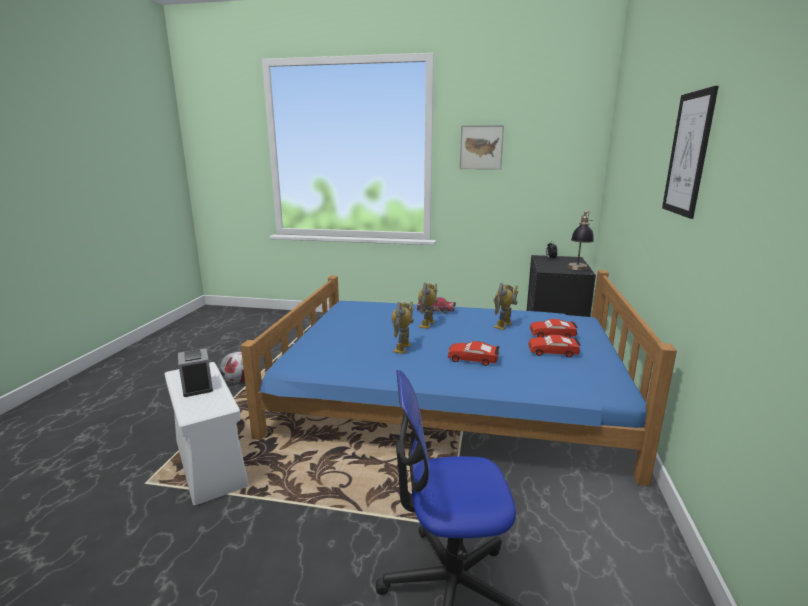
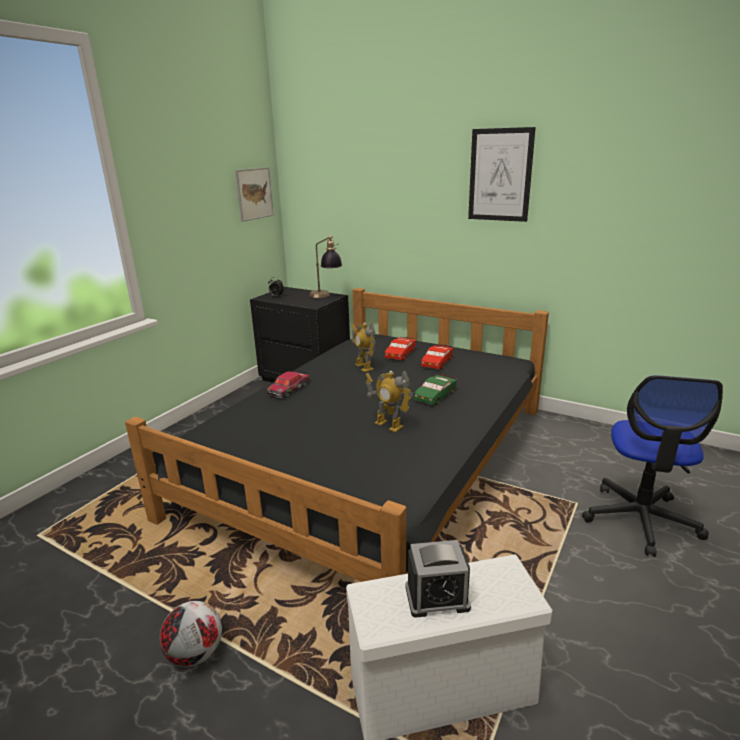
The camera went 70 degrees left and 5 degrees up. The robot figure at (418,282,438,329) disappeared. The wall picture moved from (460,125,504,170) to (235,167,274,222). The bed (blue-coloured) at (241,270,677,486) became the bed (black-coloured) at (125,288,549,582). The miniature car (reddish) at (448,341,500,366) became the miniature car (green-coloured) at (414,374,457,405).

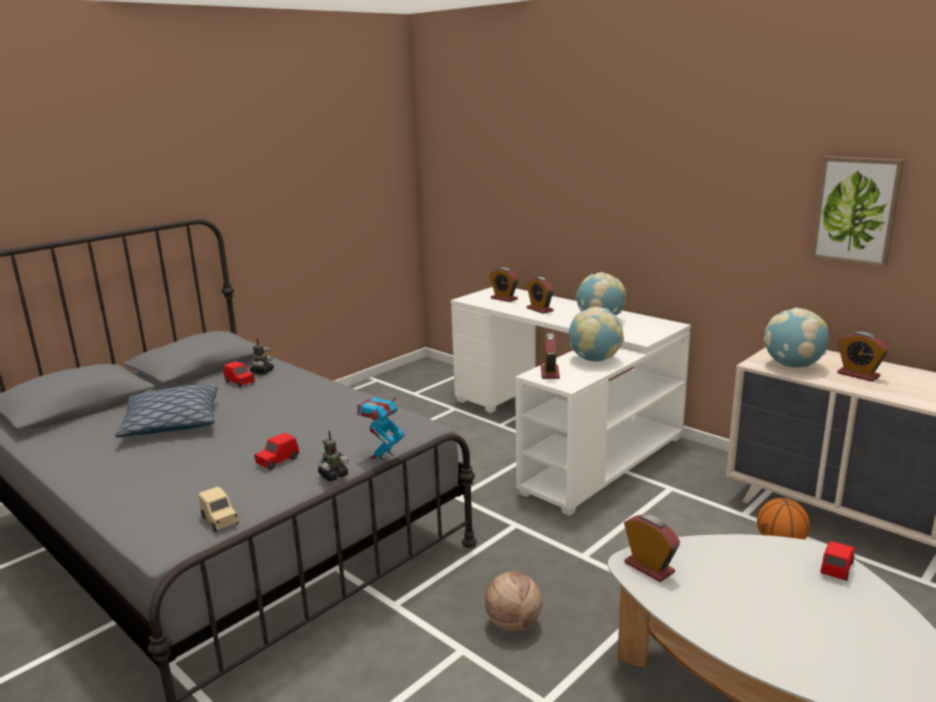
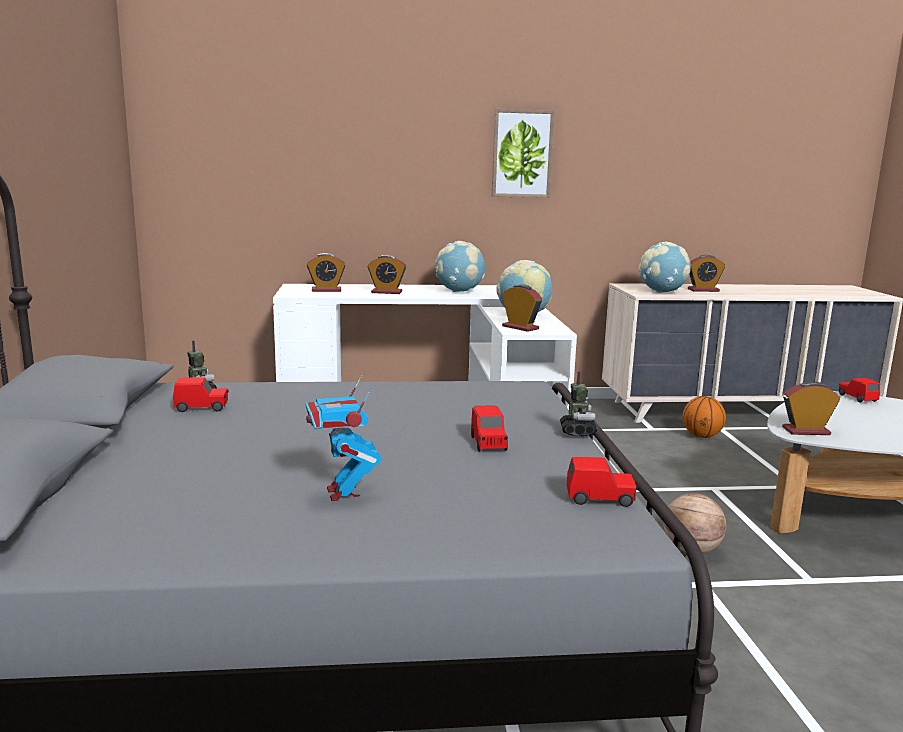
The camera went 50 degrees left and 5 degrees down. The pillow at (115,385,218,437) disappeared. The robot figure moved from (357,390,404,461) to (305,375,381,501). The wall picture moved from (811,156,904,267) to (492,109,554,198). The miniature car (beige-coloured) at (198,487,239,532) became the miniature car (reddish) at (567,457,638,507).

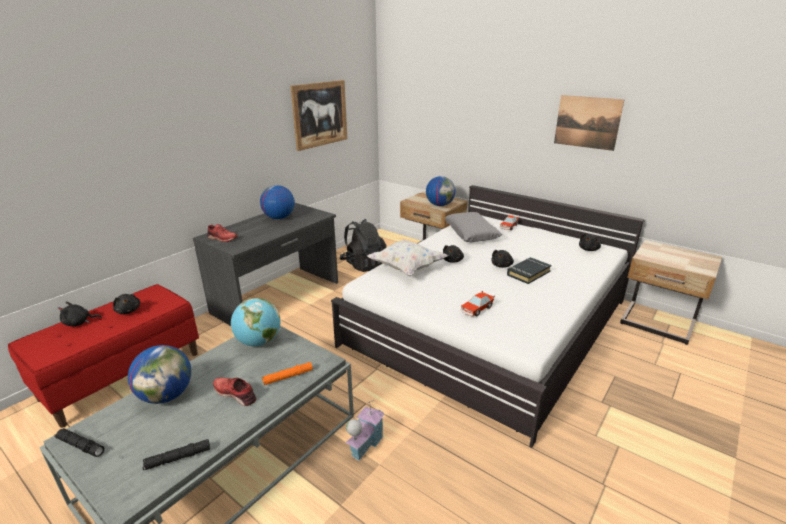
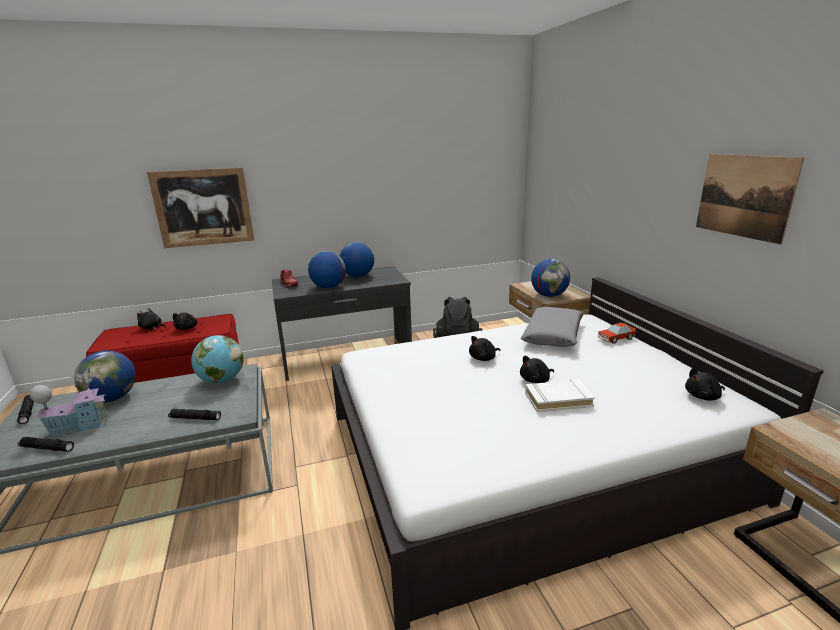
The camera went 35 degrees right and 5 degrees down. The low shoe (reddish) at (213,377,256,406) disappeared. The pillow (whitish) at (367,239,448,276) disappeared. The miniature car at (461,291,495,317) disappeared. The globe at (308,251,346,288) appeared. The wall picture moved from (290,80,347,151) to (147,167,254,248). The toy house moved from (346,400,384,461) to (30,376,111,437). The flashlight (orange-coloured) at (262,362,313,385) became the flashlight (black-coloured) at (168,409,221,420). The book (black-coloured) at (507,257,552,284) became the book (whitish) at (525,380,595,412).

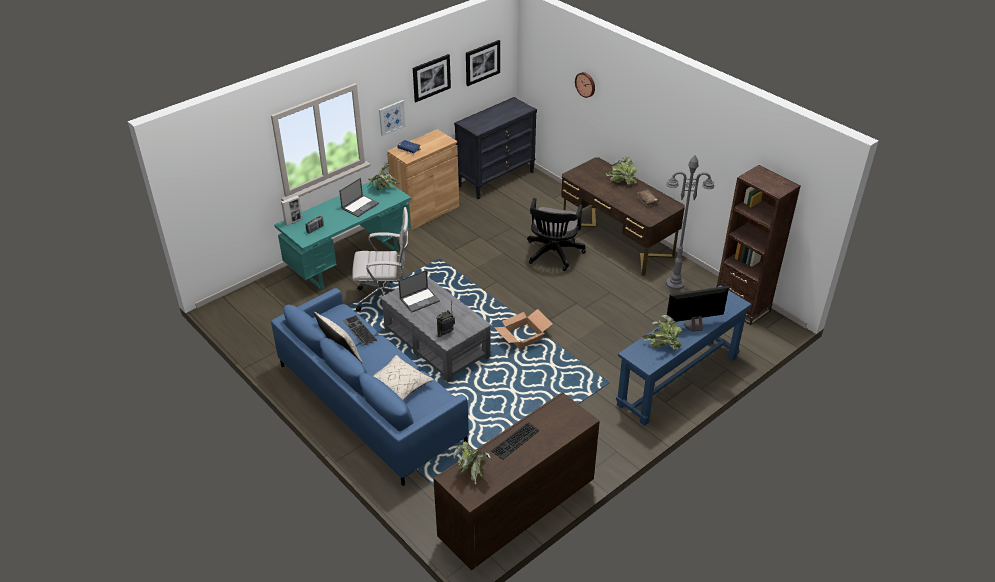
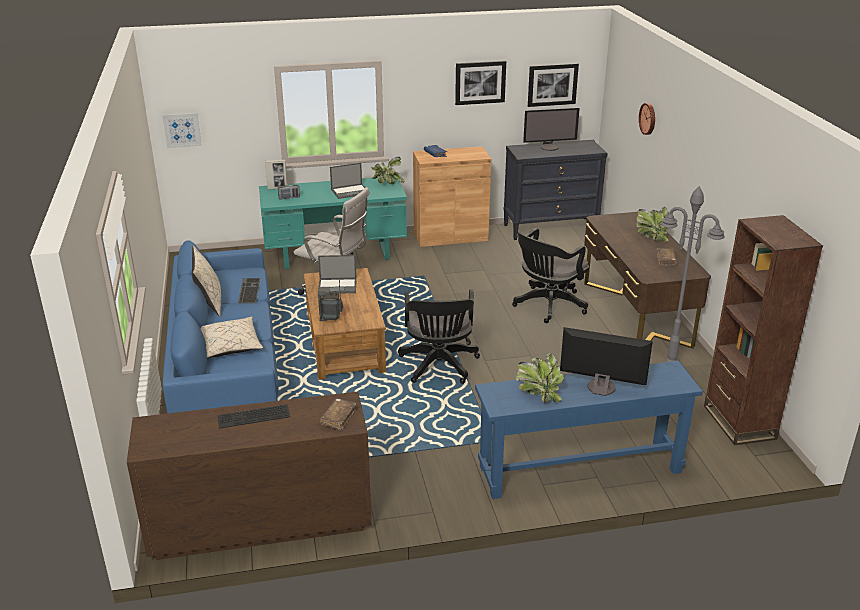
The camera went 30 degrees right and 10 degrees down. The plant in a pot at (453,442,492,485) disappeared. The book (brown-coloured) at (319,398,357,431) appeared. The monitor at (523,108,580,151) appeared. The wall picture moved from (379,100,406,136) to (162,113,202,148). The cardboard box at (494,309,553,349) was replaced by the office chair (black-coloured) at (398,289,480,384). The lounge table (gray) at (380,276,492,382) became the lounge table (brown-coloured) at (304,268,386,380).

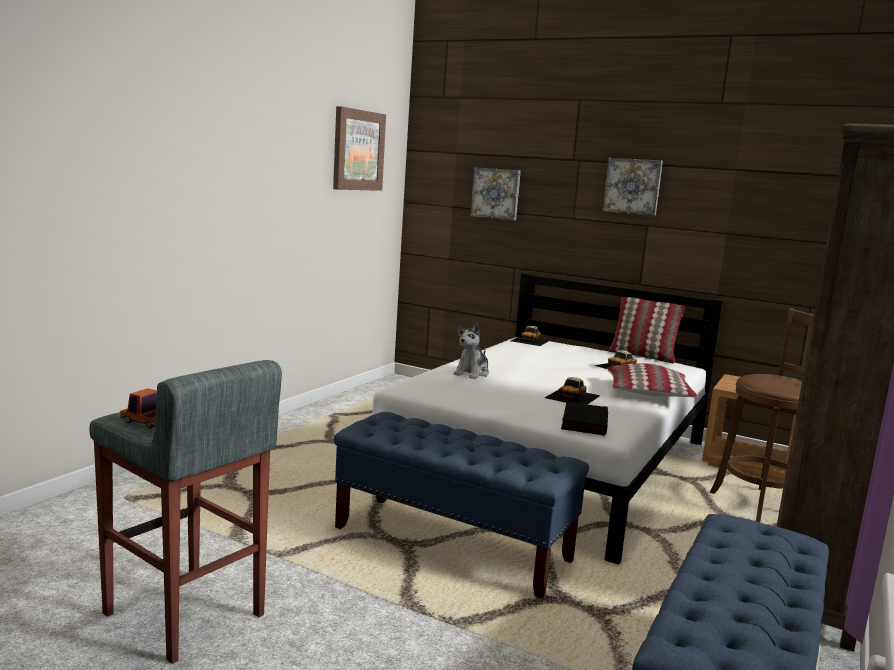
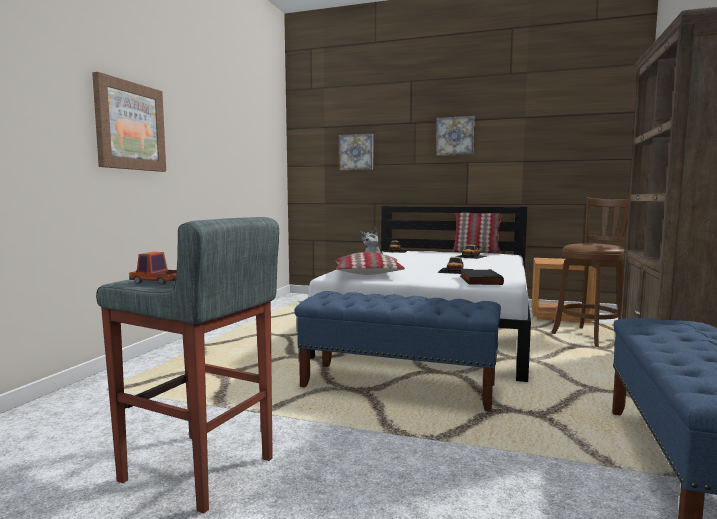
The camera went 10 degrees left and 5 degrees down. The wall picture moved from (333,106,386,191) to (92,72,166,172). The pillow moved from (607,363,698,397) to (336,252,405,275).

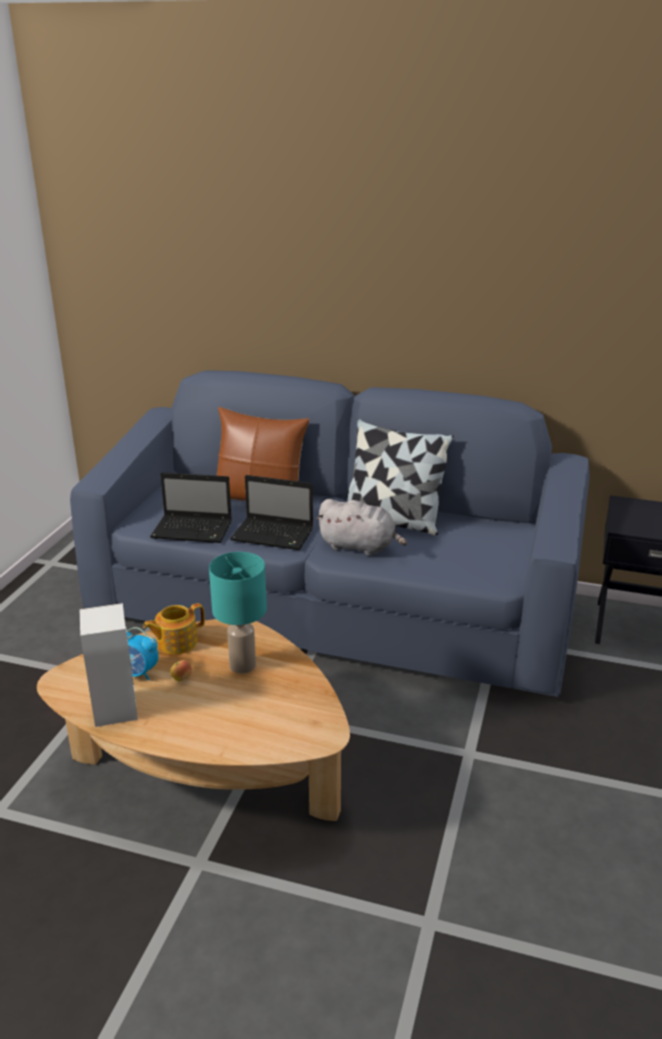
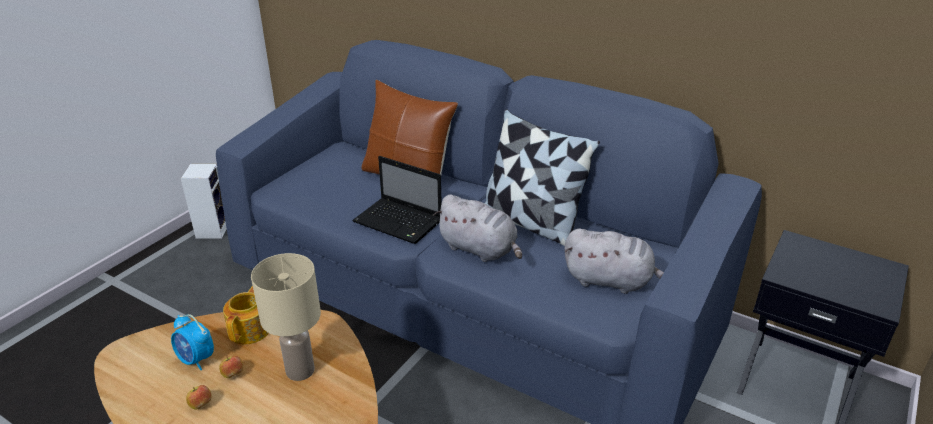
The camera went 15 degrees right and 5 degrees up. The notebook computer at (150,472,232,543) disappeared. The whole apple at (186,385,212,410) appeared. The soft toy (gray) at (564,229,664,294) appeared. The loudspeaker moved from (80,603,138,727) to (181,164,227,239). The lamp for a table (blue-green) at (209,552,267,674) became the lamp for a table (beige-coloured) at (251,253,321,381). The pot for tea at (143,603,205,654) turned 120 degrees clockwise.

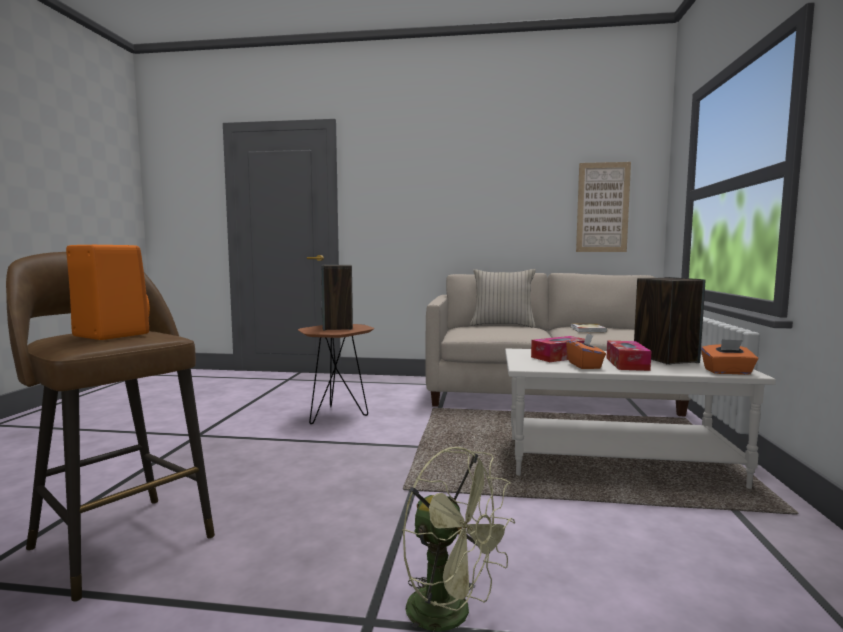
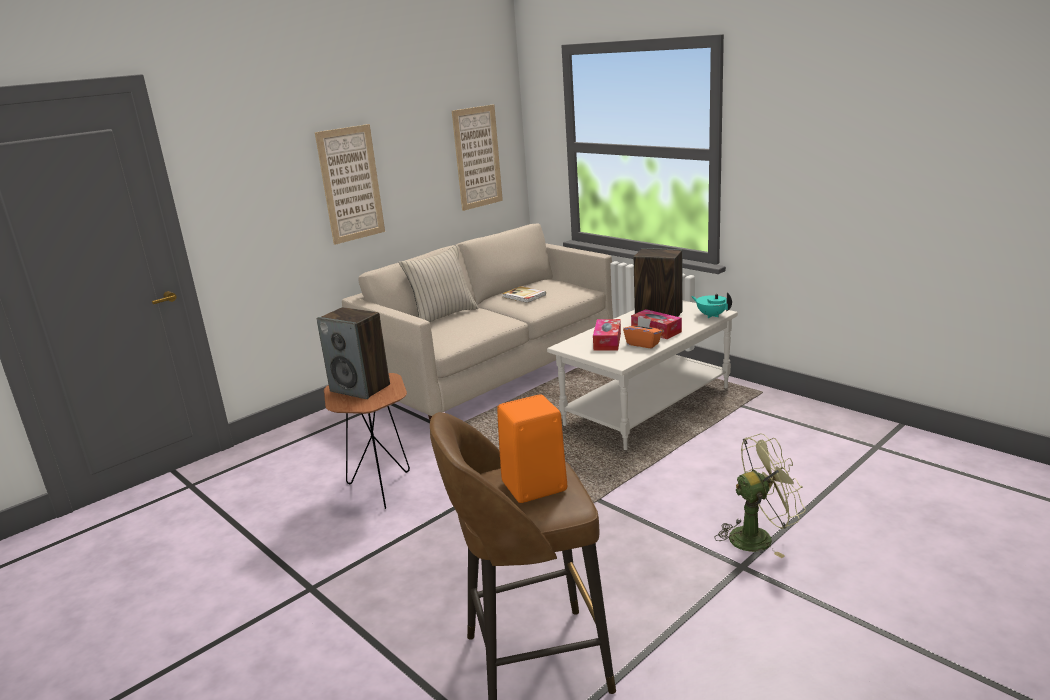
The camera went 50 degrees left and 15 degrees up. The wall picture at (315,124,385,245) appeared. The tissue box (orange-coloured) at (701,339,758,375) was replaced by the pot for tea (blue-green) at (691,292,732,318).

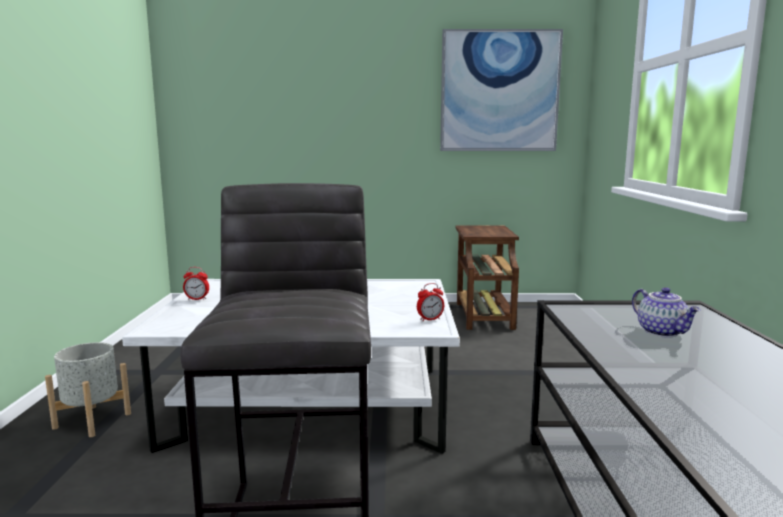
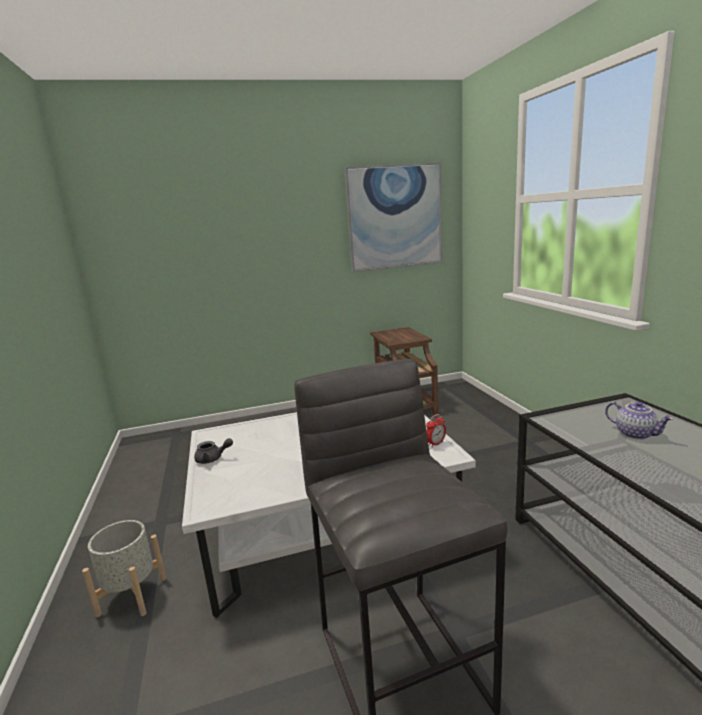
The camera went 15 degrees left and 5 degrees up. The table clock at (183,267,209,300) was replaced by the pot for tea (gray) at (194,438,233,464).

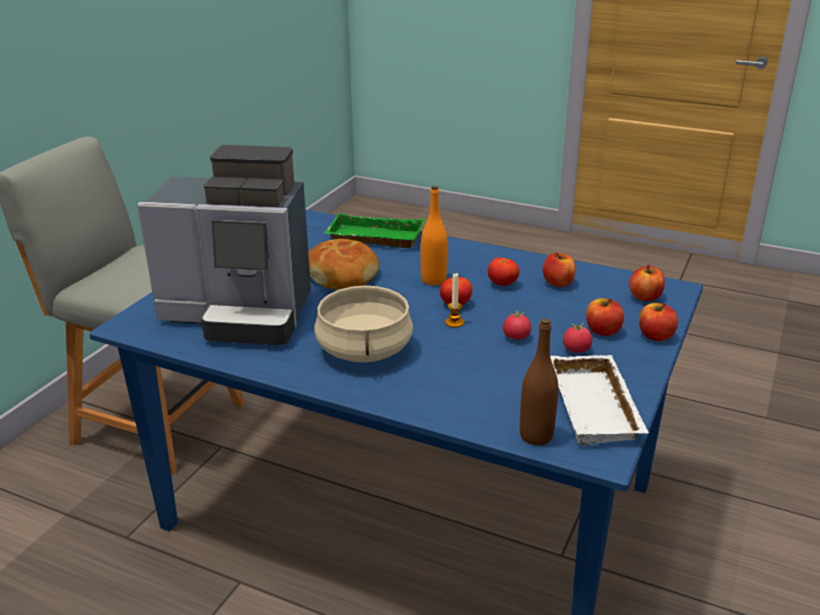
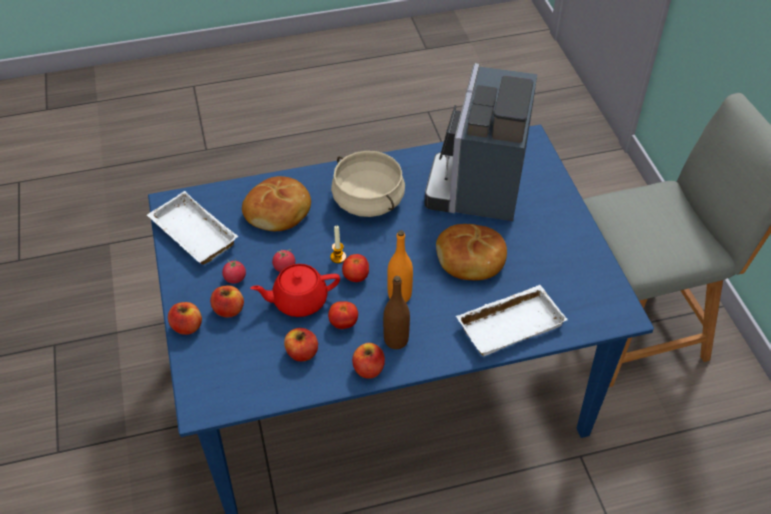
The camera went 140 degrees right and 20 degrees up. The baked bread at (242,176,311,231) appeared. The pot for tea (reddish) at (250,264,340,317) appeared. The bottle (brown-coloured) moved from (520,318,558,445) to (383,276,410,349). The whole apple moved from (629,265,665,301) to (352,343,385,379). The tray (green-coloured) at (324,213,425,248) became the tray (whitish) at (456,285,568,356). The coffee machine at (137,145,311,345) turned 45 degrees counterclockwise.

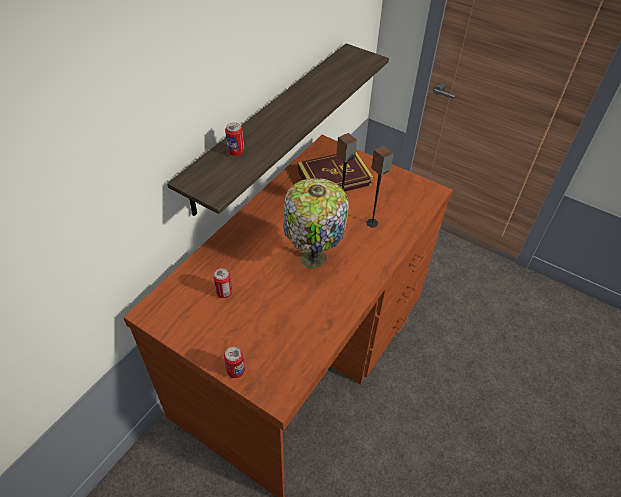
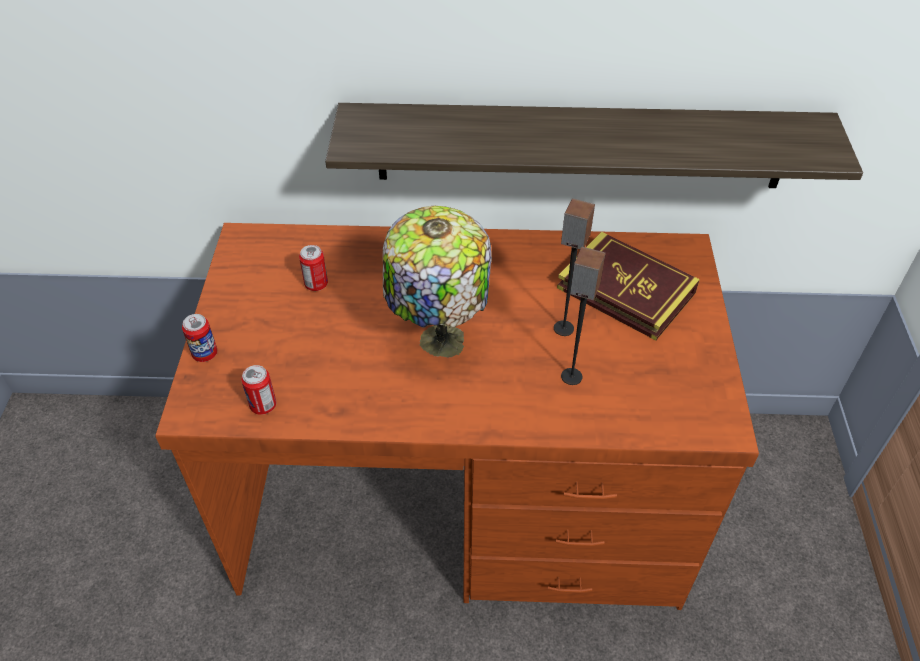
The camera went 60 degrees right and 0 degrees up. The metal can moved from (225,122,244,156) to (241,365,276,415).

